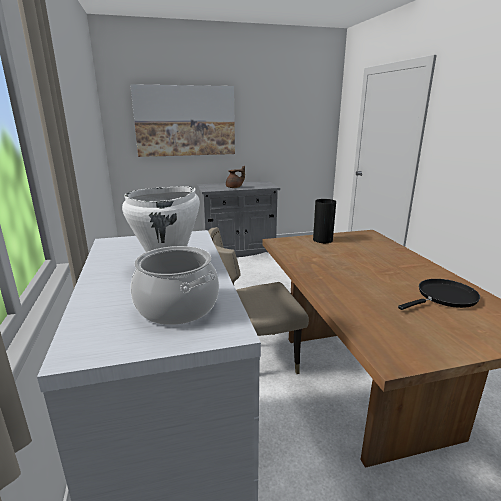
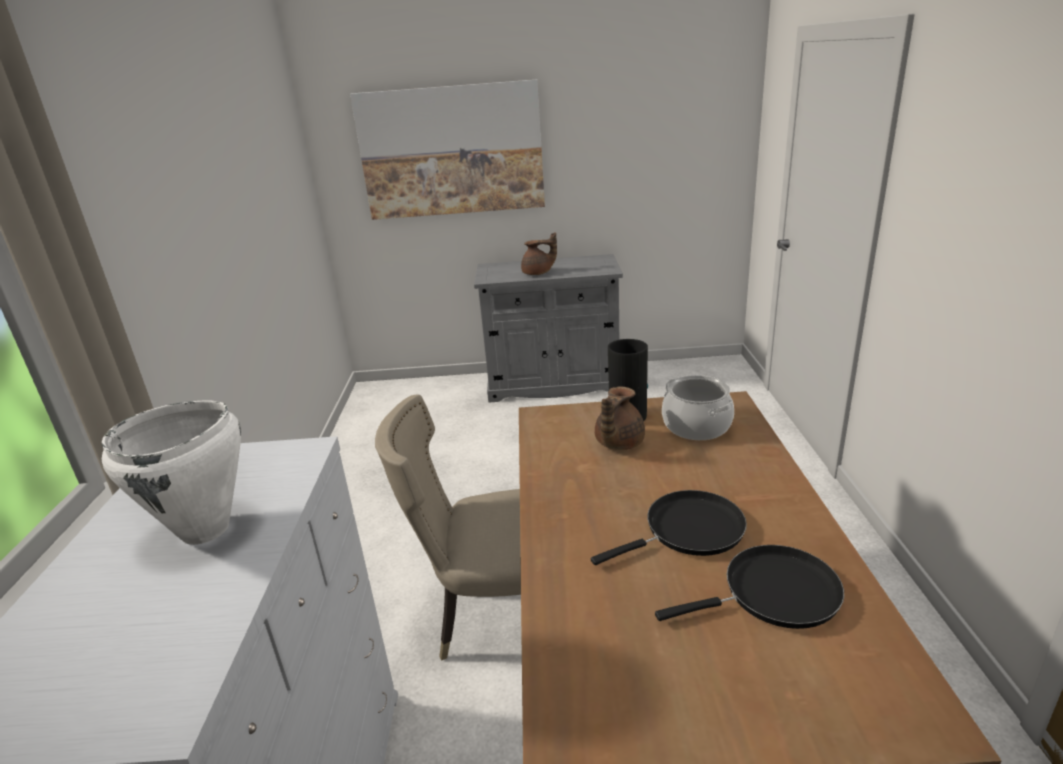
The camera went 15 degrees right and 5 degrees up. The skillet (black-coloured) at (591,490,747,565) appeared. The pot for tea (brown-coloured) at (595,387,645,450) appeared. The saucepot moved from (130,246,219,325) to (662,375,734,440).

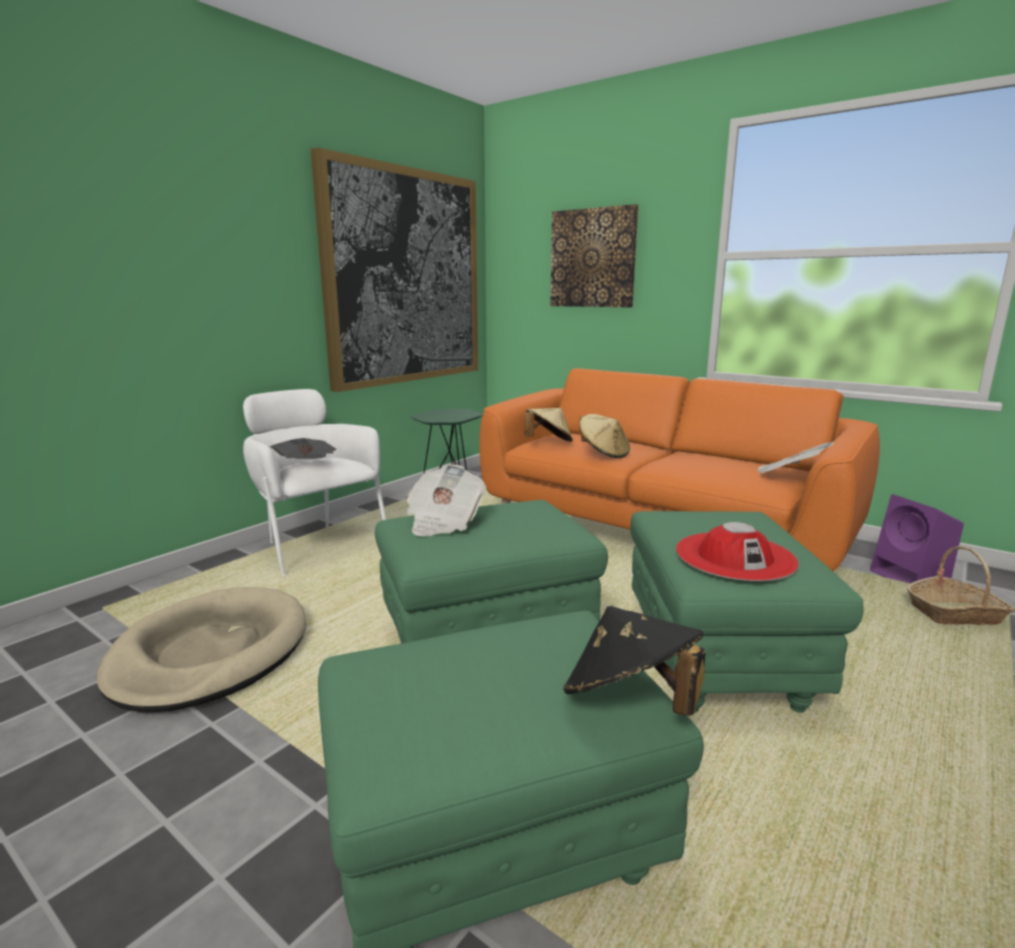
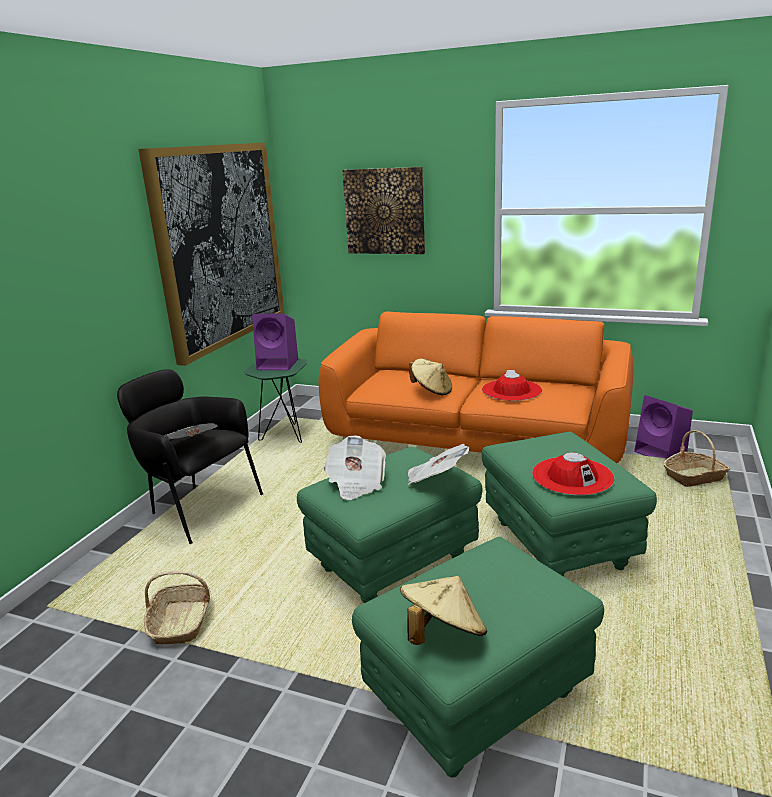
The camera went 15 degrees left and 5 degrees up. The hat (black-coloured) at (563,606,706,716) disappeared. The loudspeaker (purplish) at (252,314,298,370) appeared. The hat (reddish) at (482,370,542,401) appeared. The hat (beige-coloured) moved from (525,408,573,442) to (400,576,487,645). The daily paper moved from (758,442,834,474) to (408,444,469,485). The dog cushion (beige-coloured) at (97,587,306,712) was replaced by the storage basket at (144,571,210,645). The armchair (whitish) at (243,389,386,577) became the armchair (black-coloured) at (117,369,263,544).

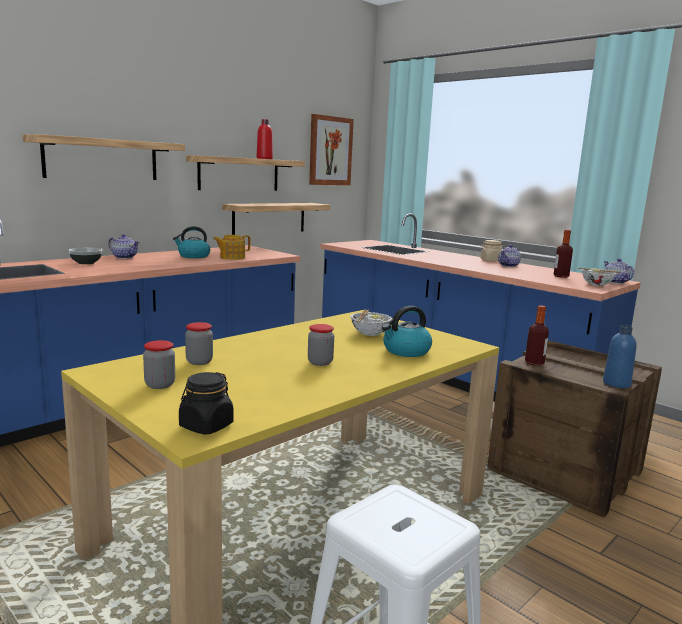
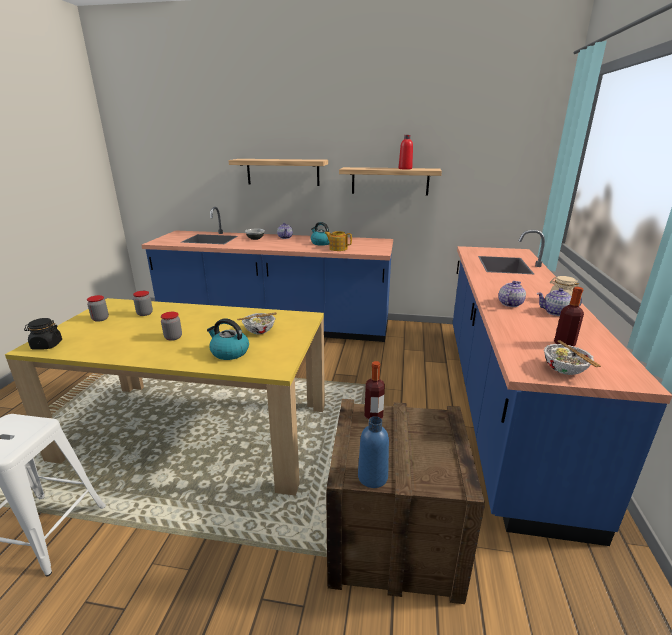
The camera went 55 degrees right and 10 degrees up. The shelf at (222,203,330,235) disappeared. The wall picture at (309,114,354,185) disappeared. The pot for tea moved from (604,258,634,284) to (498,281,526,307).

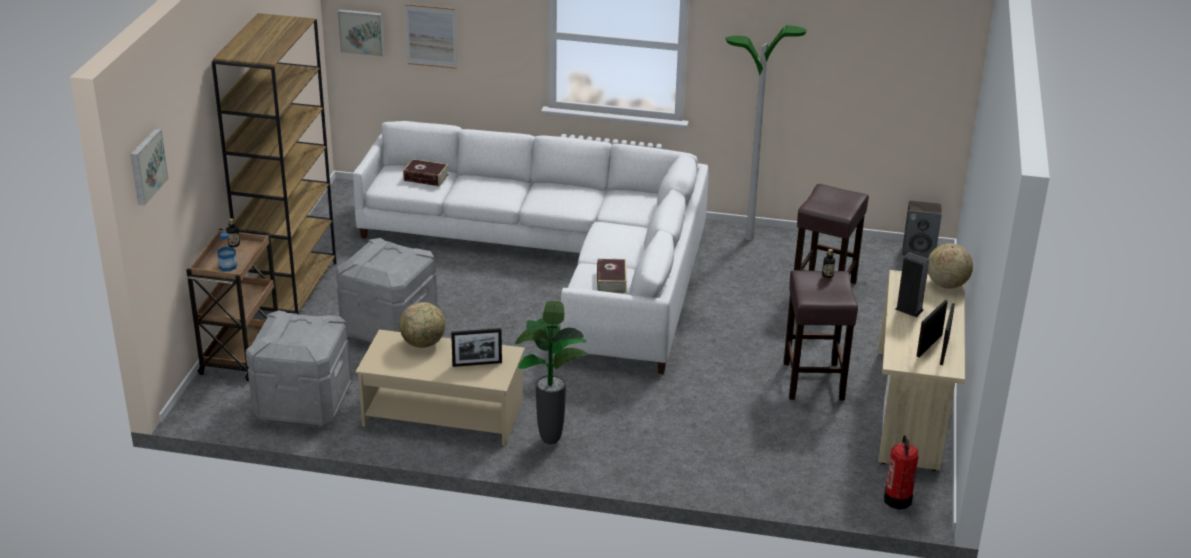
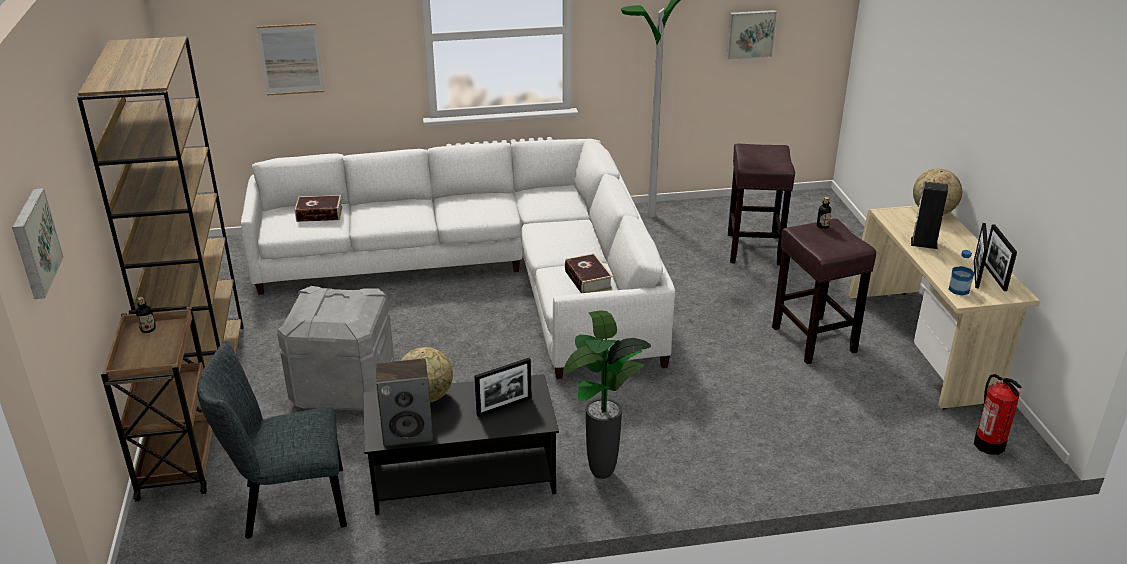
The camera went 20 degrees left and 0 degrees up. The bottle moved from (217,232,237,271) to (948,250,974,296). The wall picture moved from (338,9,384,56) to (726,10,777,59). The loudspeaker moved from (902,200,942,258) to (376,358,433,446). The storage box (gray) at (246,310,352,427) was replaced by the chair (gray) at (197,341,347,539). The lounge table (beige-coloured) at (355,329,525,446) became the lounge table (black-coloured) at (363,374,559,515).

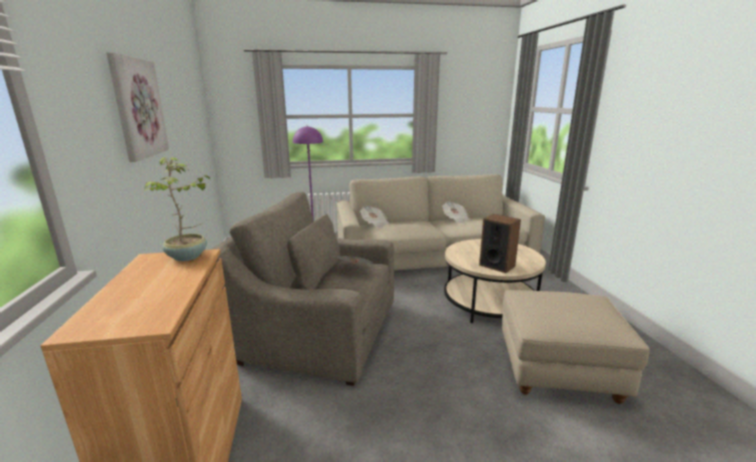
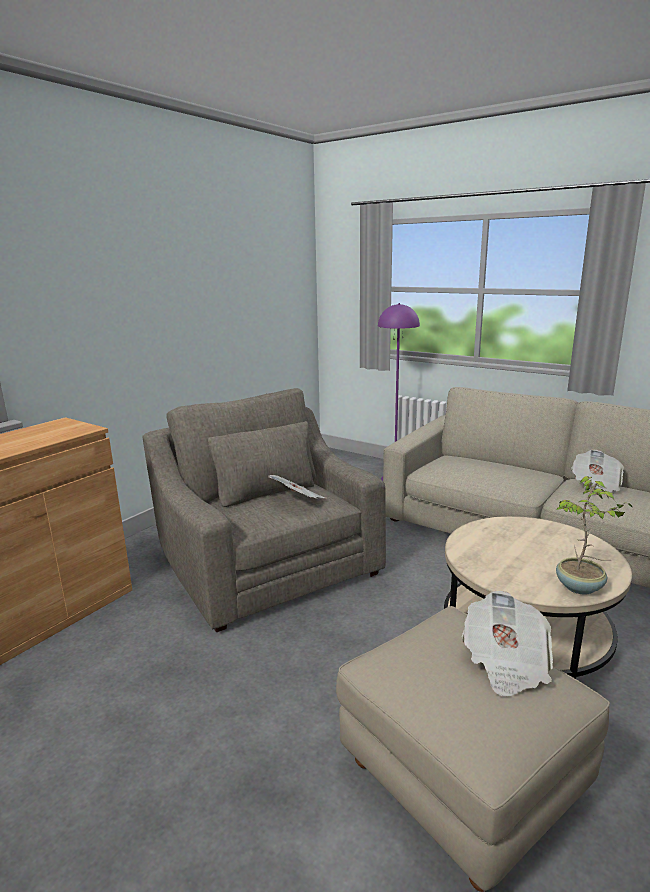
The camera went 45 degrees right and 0 degrees up. The wall picture at (106,52,169,162) disappeared. The loudspeaker at (479,214,521,273) disappeared. The plant in a pot moved from (144,157,211,261) to (556,476,632,595). The daily paper moved from (360,206,389,229) to (462,591,553,697).

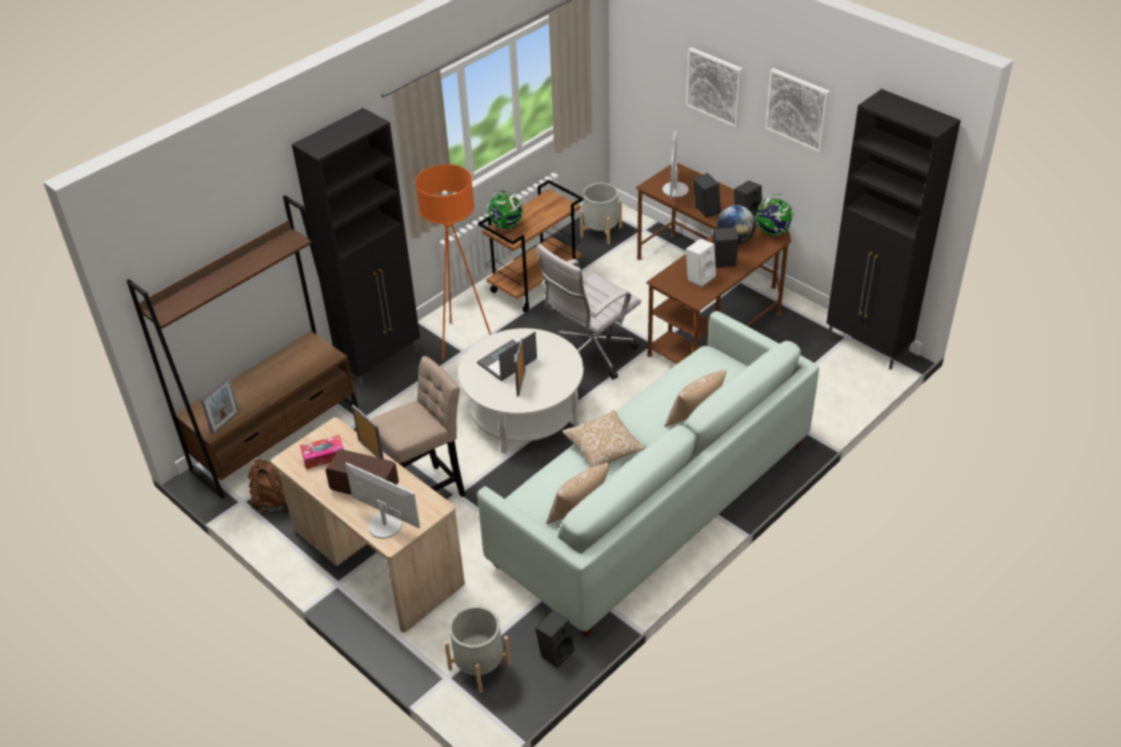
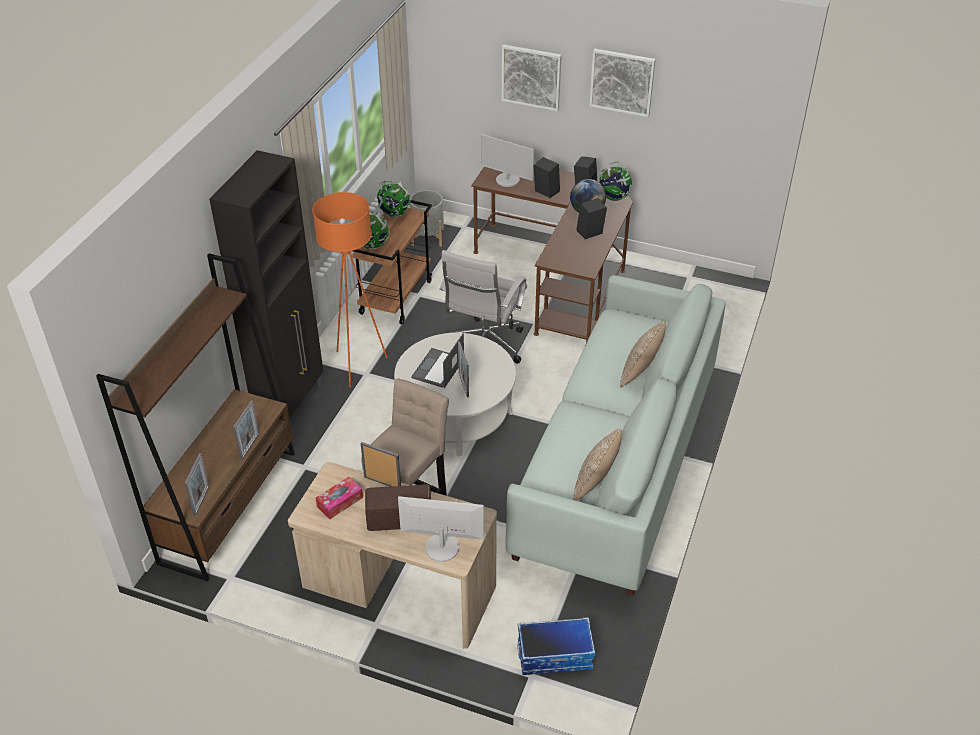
The camera went 25 degrees left and 0 degrees up. The backpack (brown-coloured) at (248,459,288,513) disappeared. The loudspeaker (black-coloured) at (535,611,575,668) disappeared. The pillow at (562,410,645,468) disappeared. The loudspeaker (whitish) at (686,239,716,287) disappeared. The cupboard (black-coloured) at (826,89,961,370) disappeared. The photo frame at (233,400,259,460) appeared. The globe at (377,180,411,217) appeared. The plant pot (gray) at (445,606,511,693) was replaced by the storage box at (517,617,595,675). The monitor at (663,131,689,199) turned 45 degrees counterclockwise.

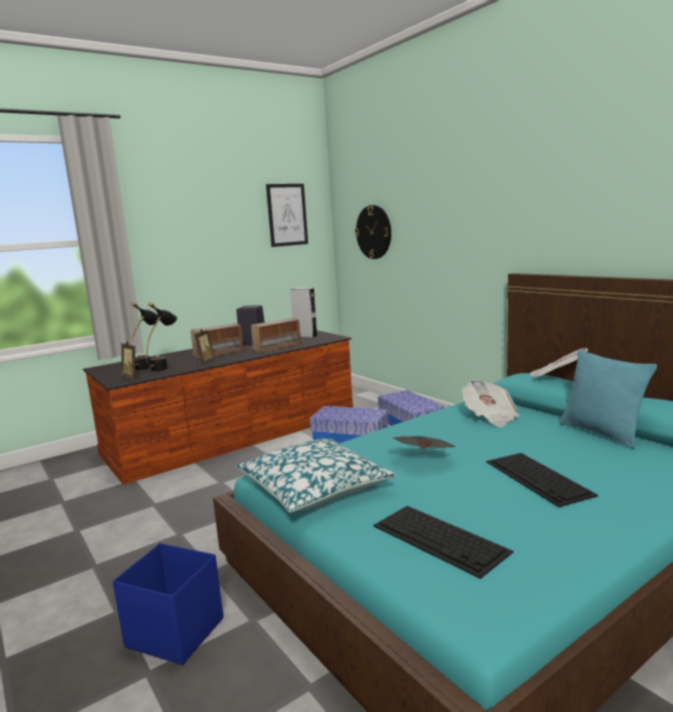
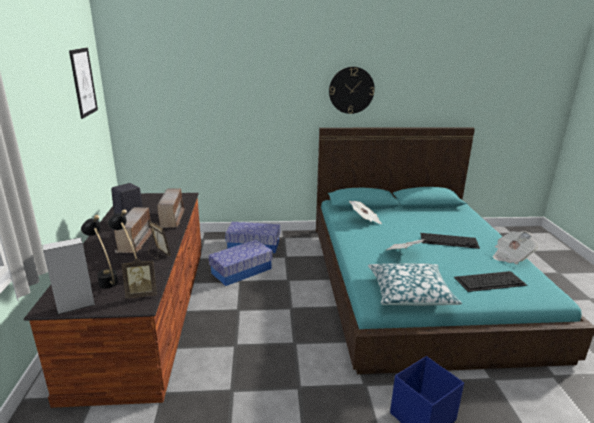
The camera went 60 degrees left and 10 degrees up. The pillow (blue-green) at (559,350,657,449) disappeared. The loudspeaker (gray) moved from (290,288,318,338) to (43,238,95,315). The wall clock moved from (355,205,391,259) to (329,67,375,114). The daily paper moved from (530,348,588,378) to (493,231,538,264).

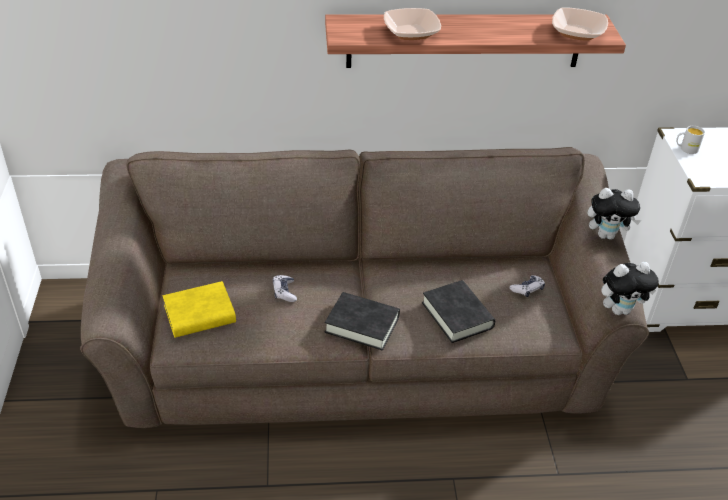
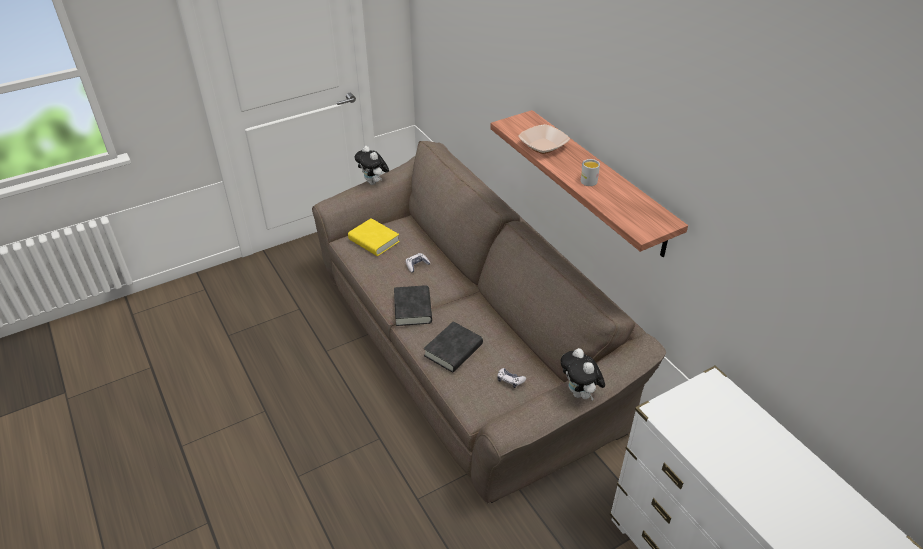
The camera went 65 degrees right and 0 degrees up. The bowl at (552,8,608,41) disappeared. The soft toy moved from (601,262,659,315) to (355,146,389,185). The coffee mug (whitish) moved from (676,126,705,154) to (581,159,600,186).

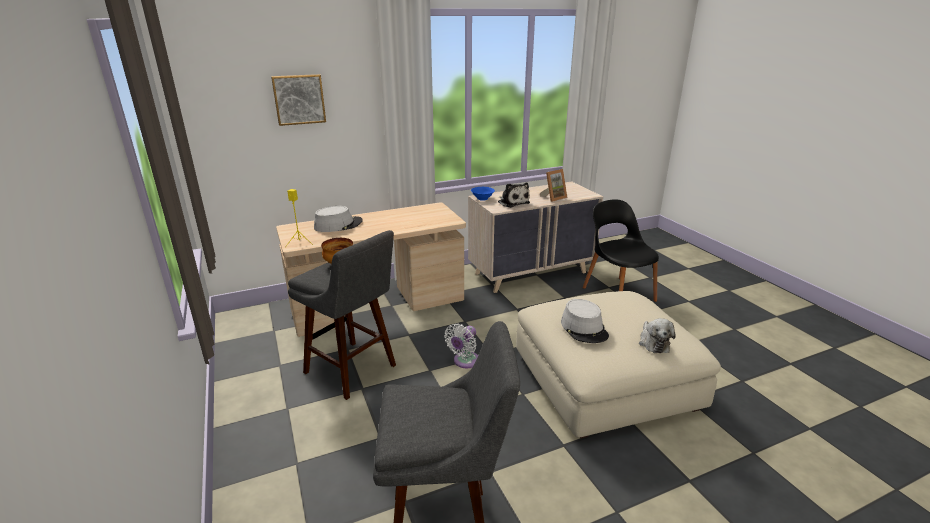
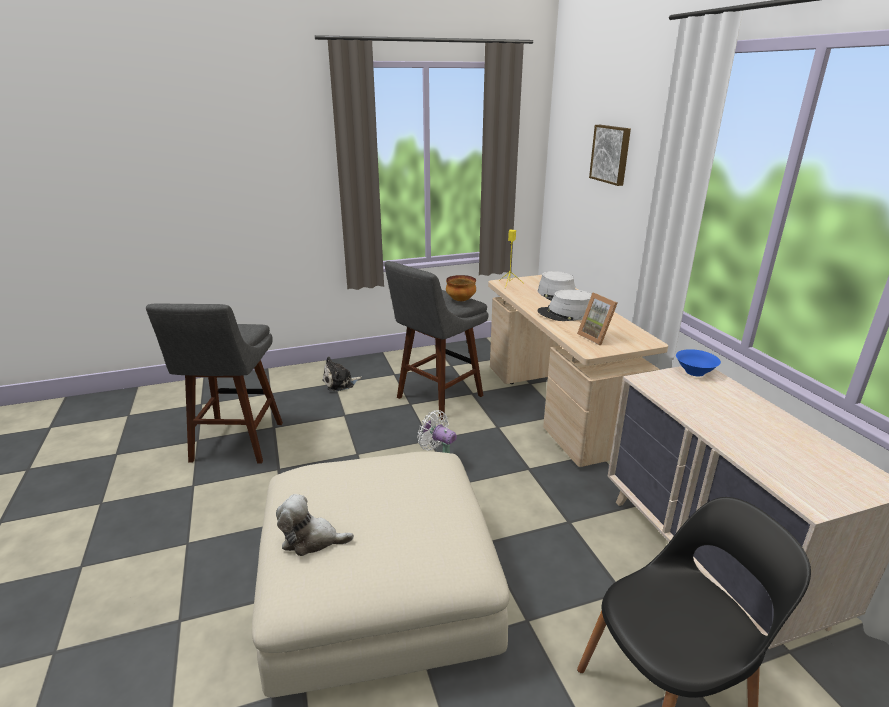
The camera went 95 degrees right and 0 degrees up. The soft toy moved from (498,182,530,208) to (322,356,362,391). The photo frame moved from (540,169,567,202) to (577,293,618,345). The hat (gray) moved from (561,299,609,343) to (538,289,592,321).

